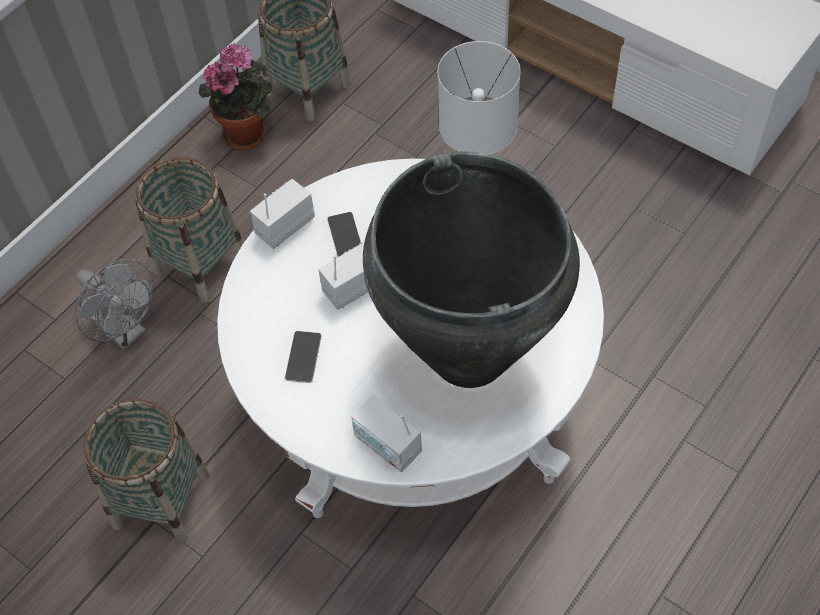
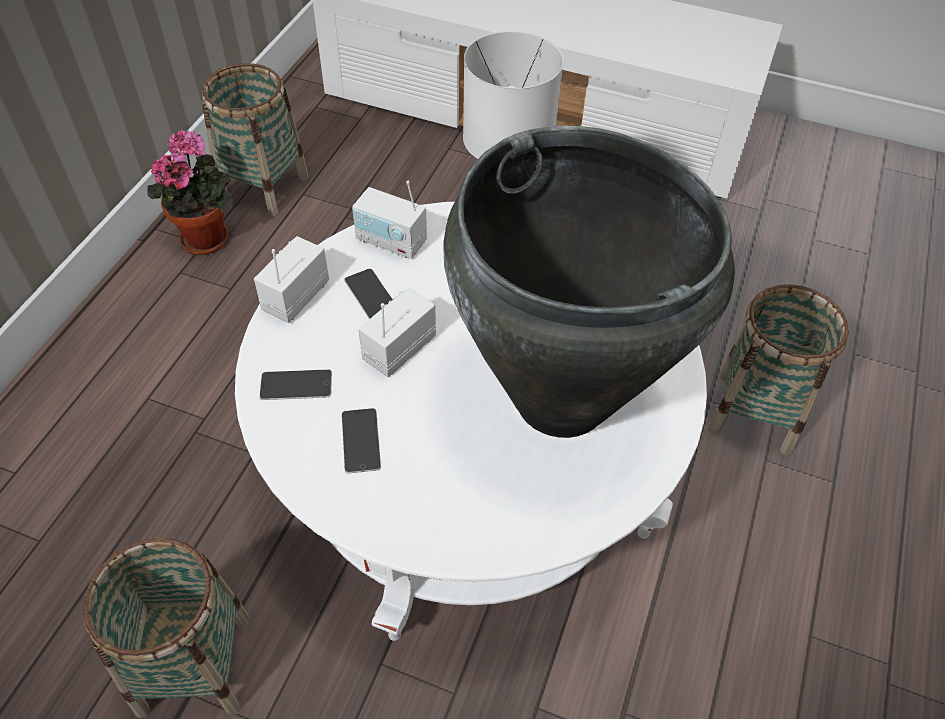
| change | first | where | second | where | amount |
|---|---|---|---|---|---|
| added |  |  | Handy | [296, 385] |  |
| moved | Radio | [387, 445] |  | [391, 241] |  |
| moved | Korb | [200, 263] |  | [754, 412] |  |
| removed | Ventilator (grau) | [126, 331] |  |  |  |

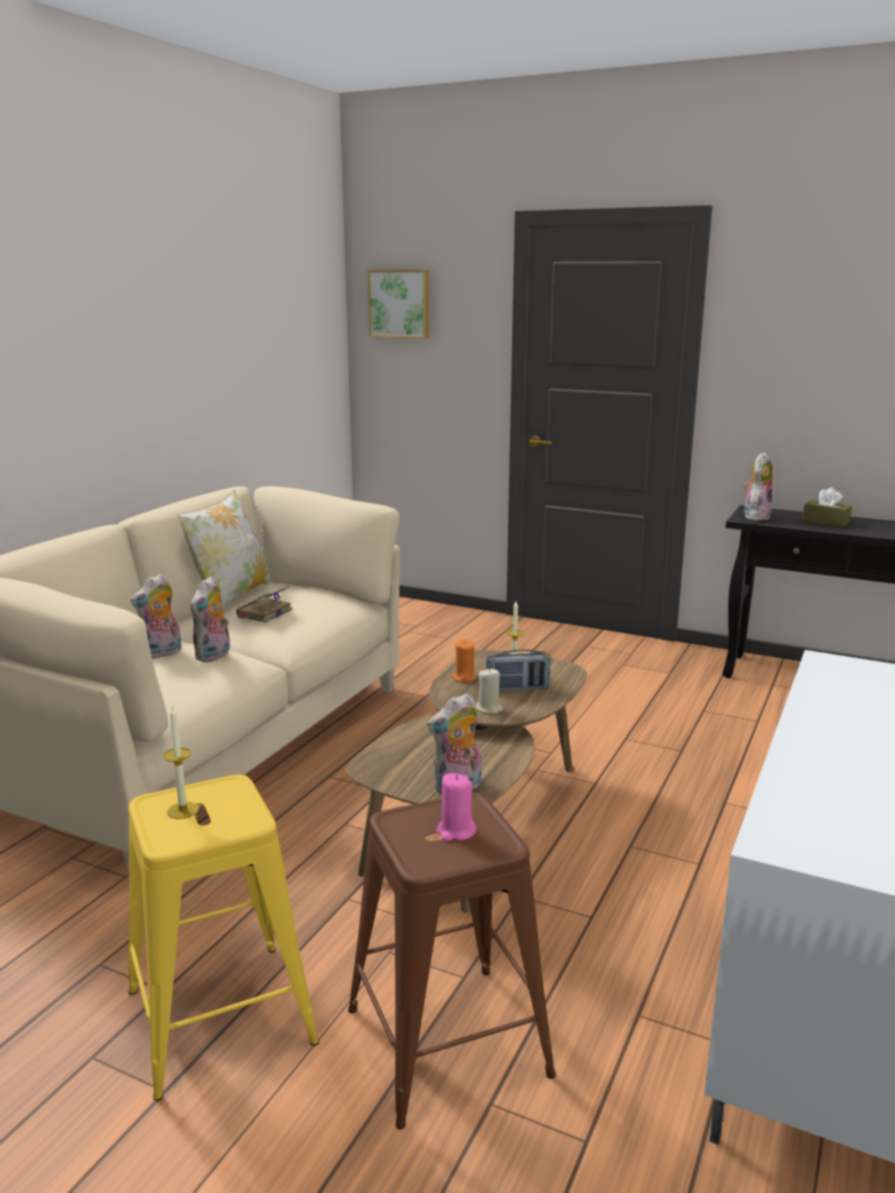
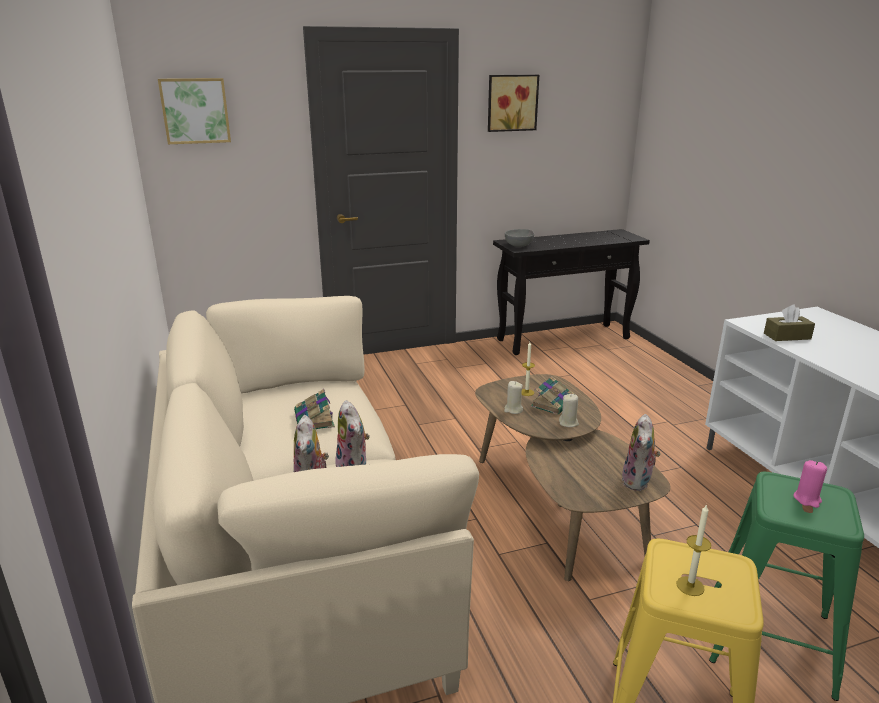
| change | first | where | second | where | amount |
|---|---|---|---|---|---|
| added |  |  | Bild | [511, 103] |  |
| recoloured | Kerze (orange) | [464, 678] | Kerze (beige) | [513, 410] |  |
| replaced | Plüschtier | [755, 516] | Schüssel (grau) | [519, 246] |  |
| replaced | Radio | [517, 689] | Buch | [553, 403] |  |
| recoloured | Hocker (braun) | [447, 1041] | Hocker (grün) | [770, 638] |  |
| moved | Taschentuchbox (braun) | [825, 522] |  | [787, 336] |  |
| removed | Kissen | [230, 597] |  |  |  |

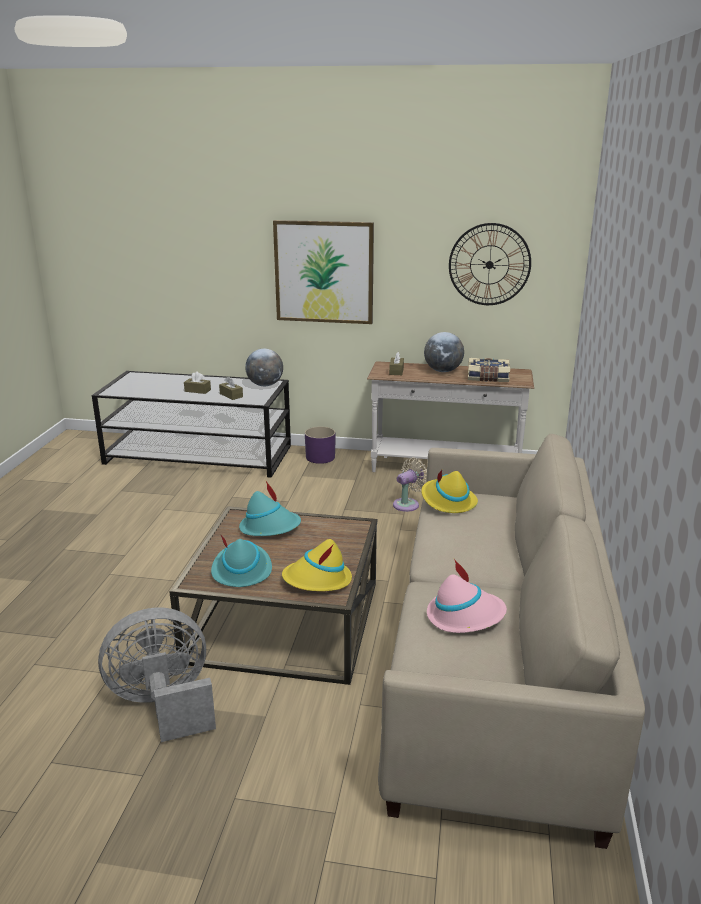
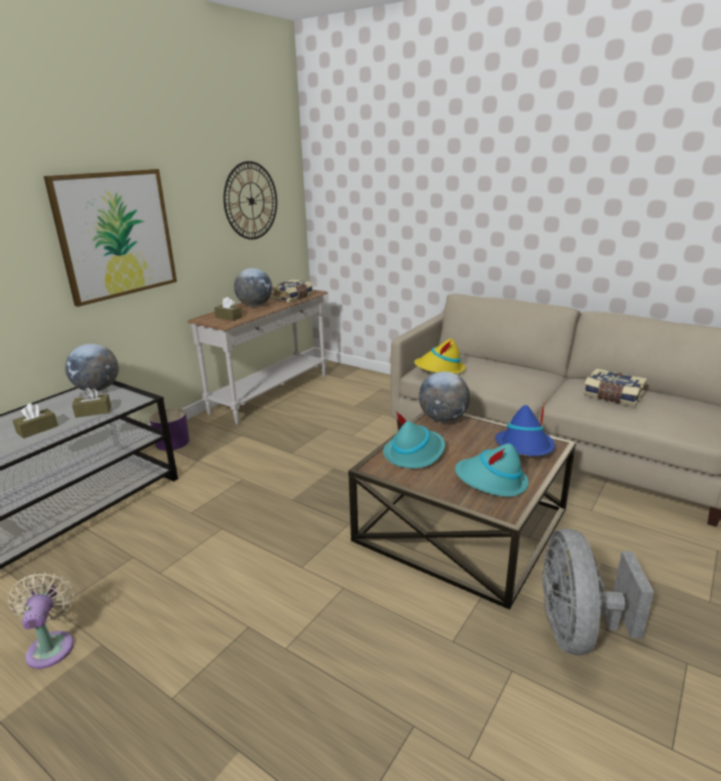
| change | first | where | second | where | amount |
|---|---|---|---|---|---|
| moved | Ventilator (beige) | [408, 504] |  | [51, 645] |  |
| added |  |  | Globus | [443, 419] |  |
| recoloured | Hut (gelb) | [317, 580] | Hut (blau) | [525, 447] |  |
| replaced | Hut (rosa) | [465, 616] | Buch | [612, 396] |  |

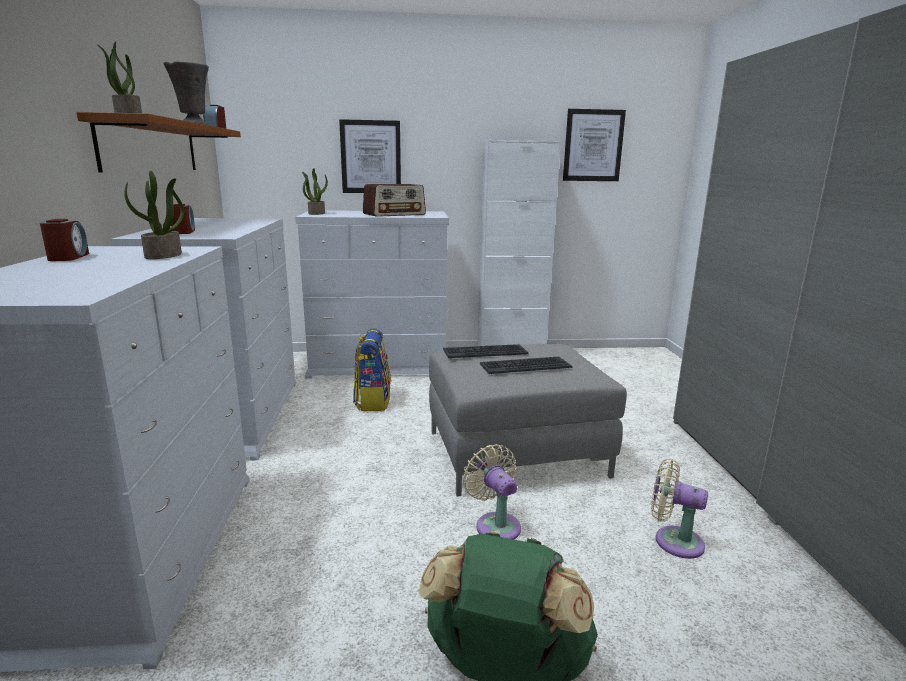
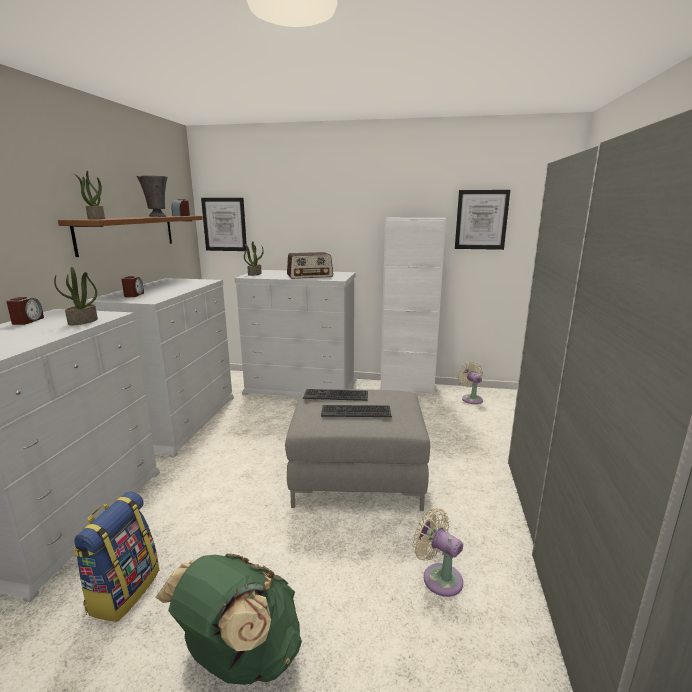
| change | first | where | second | where | amount |
|---|---|---|---|---|---|
| moved | Rucksack | [372, 401] |  | [123, 590] |  |
| moved | Bild | [371, 157] |  | [224, 224] |  |
| moved | Ventilator (beige) | [495, 524] |  | [471, 398] |  |

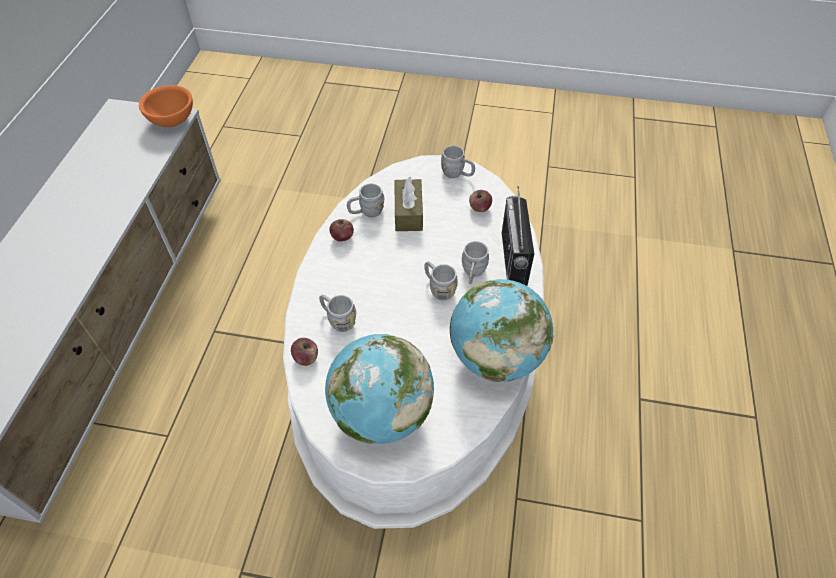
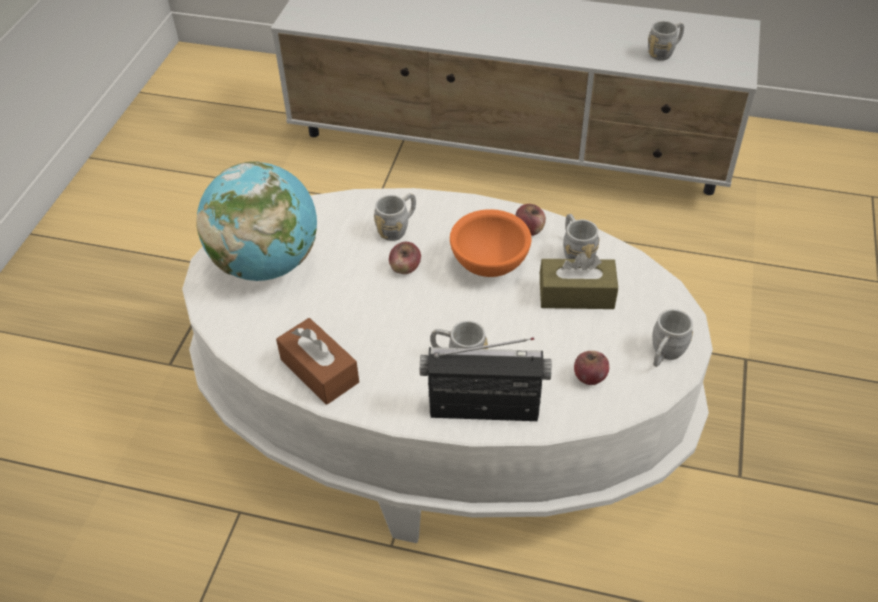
| change | first | where | second | where | amount |
|---|---|---|---|---|---|
| replaced | Globus | [496, 357] | Taschentuchbox (braun) | [319, 371] |  |
| moved | Apfel | [306, 358] |  | [405, 268] |  |
| moved | Schüssel (orange) | [171, 121] |  | [488, 263] |  |
| moved | Henkelbecher (grau) | [438, 288] |  | [664, 52] |  |

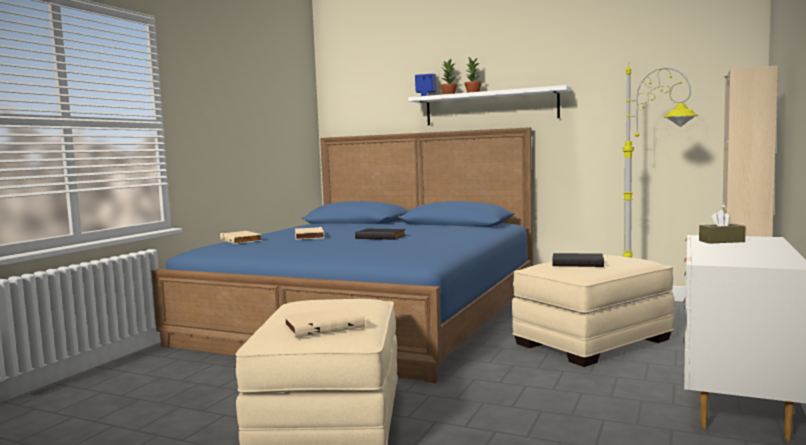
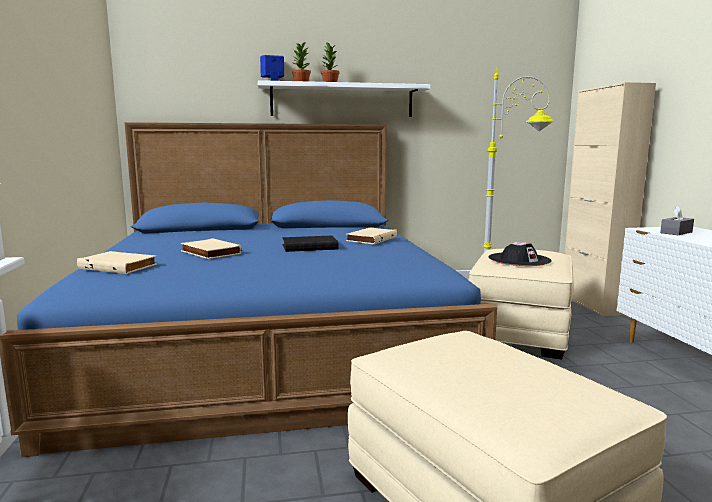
| change | first | where | second | where | amount |
|---|---|---|---|---|---|
| moved | Buch (beige) | [323, 326] |  | [371, 239] |  |
| replaced | Buch (schwarz) | [578, 263] | Hut (schwarz) | [519, 259] |  |
| recoloured | Taschentuchbox (braun) | [721, 241] | Taschentuchbox (grau) | [676, 232] |  |

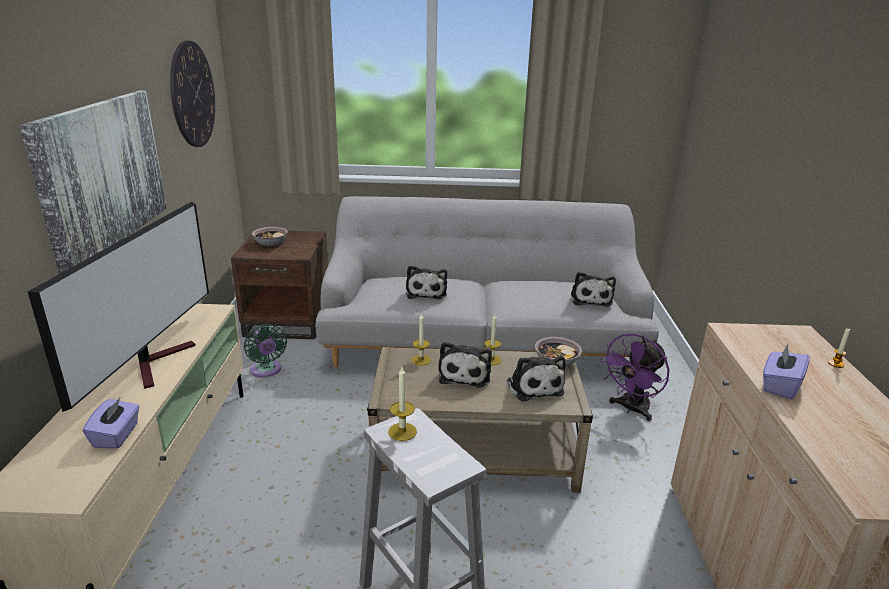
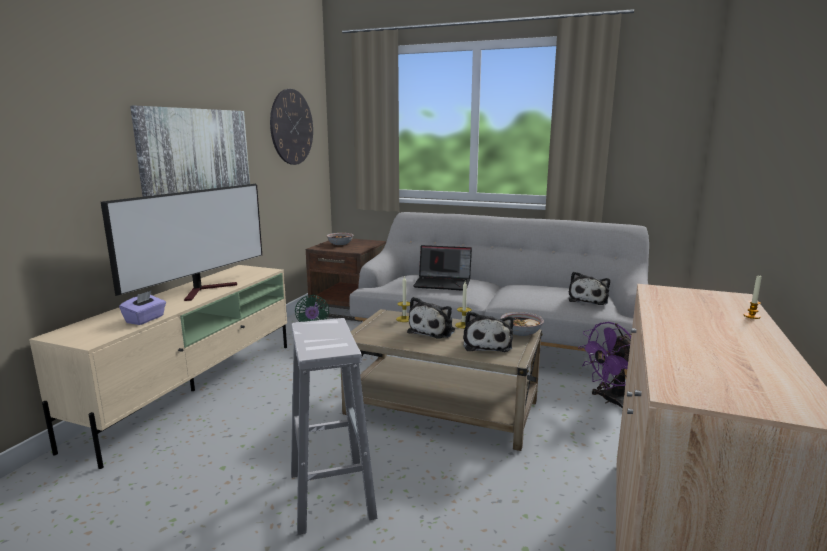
| change | first | where | second | where | amount |
|---|---|---|---|---|---|
| replaced | Plüschtier | [426, 292] | Laptop | [443, 283] |  |
| removed | Kerze | [402, 431] |  |  |  |
| removed | Taschentuchbox (lila) | [780, 386] |  |  |  |

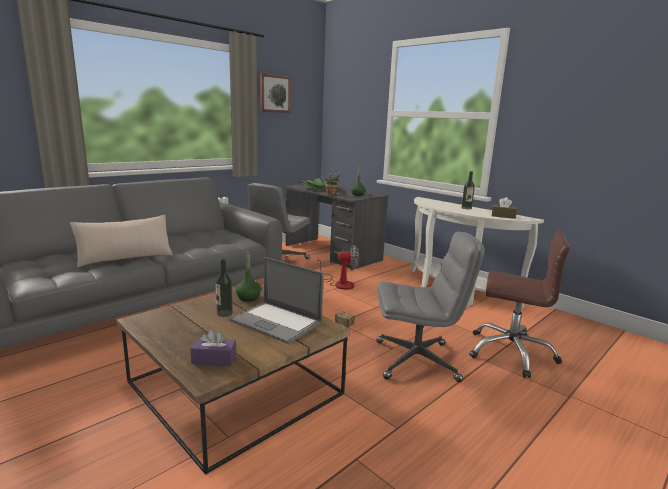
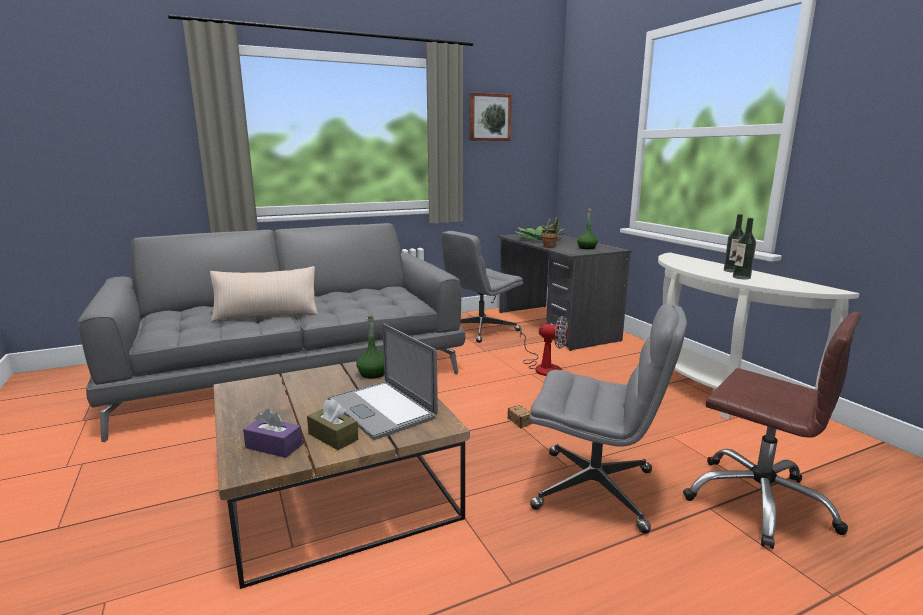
| change | first | where | second | where | amount |
|---|---|---|---|---|---|
| moved | Taschentuchbox (braun) | [503, 216] |  | [333, 437] |  |
| moved | Flasche | [224, 313] |  | [741, 277] |  |

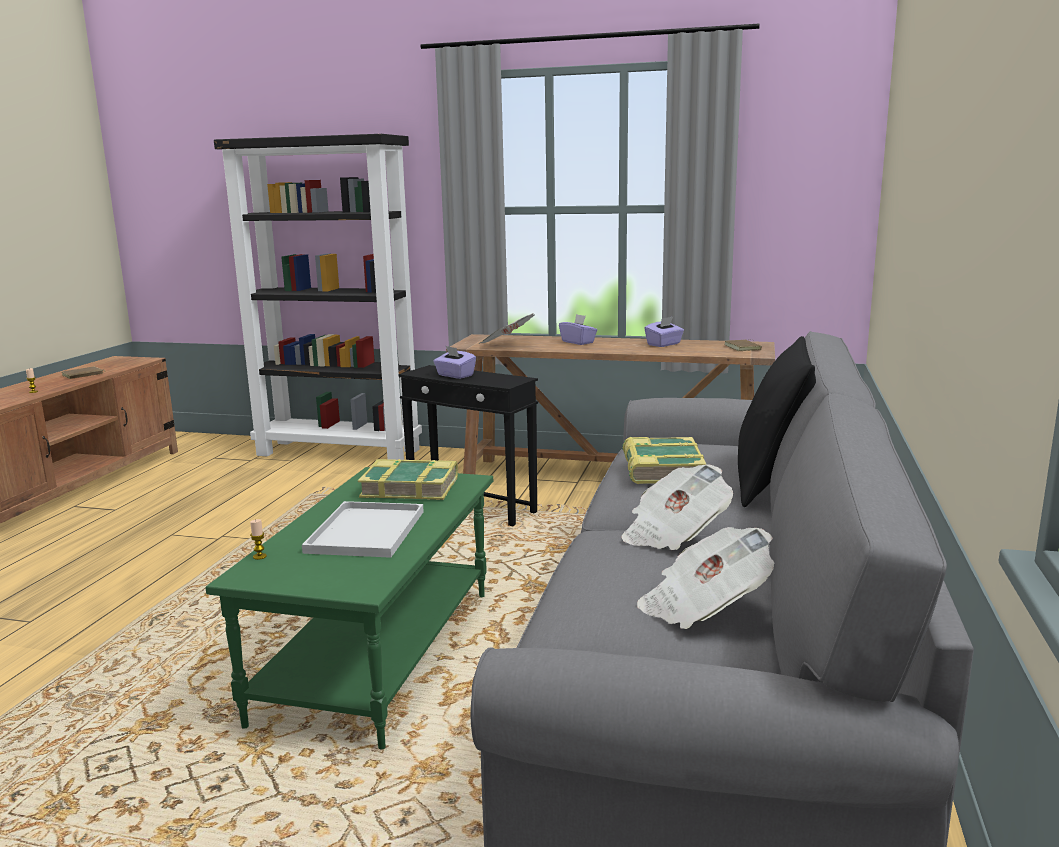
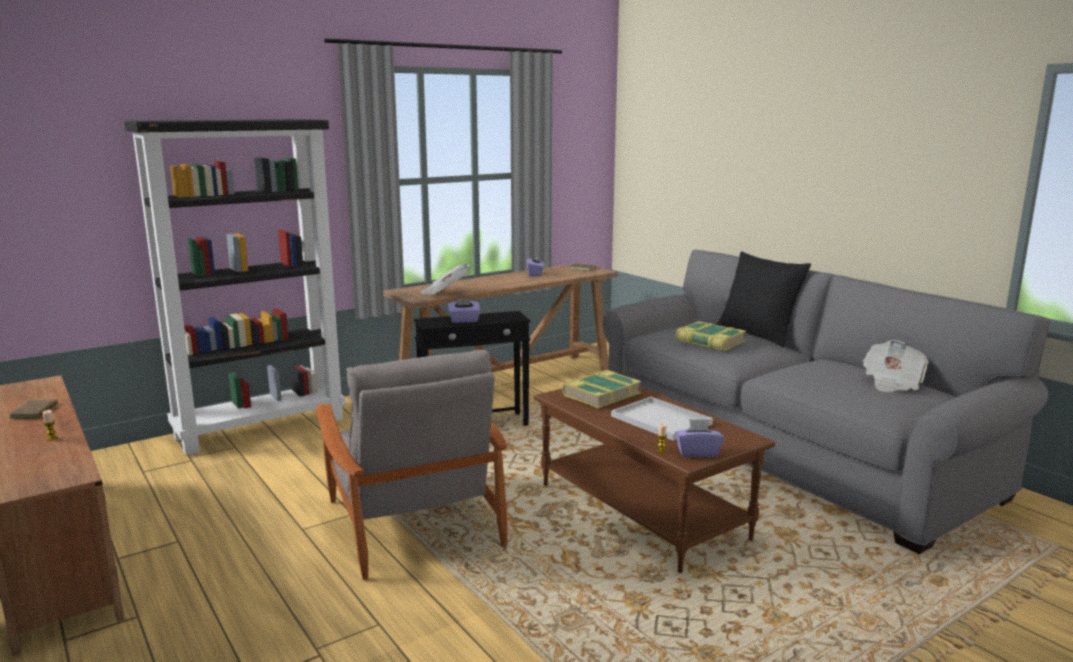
| change | first | where | second | where | amount |
|---|---|---|---|---|---|
| added |  |  | Sessel (grau) | [413, 521] |  |
| recoloured | Couchtisch (grün) | [381, 655] | Couchtisch (braun) | [643, 511] |  |
| moved | Taschentuchbox (lila) | [578, 342] |  | [697, 453] |  |
| removed | Zeitung | [673, 534] |  |  |  |

